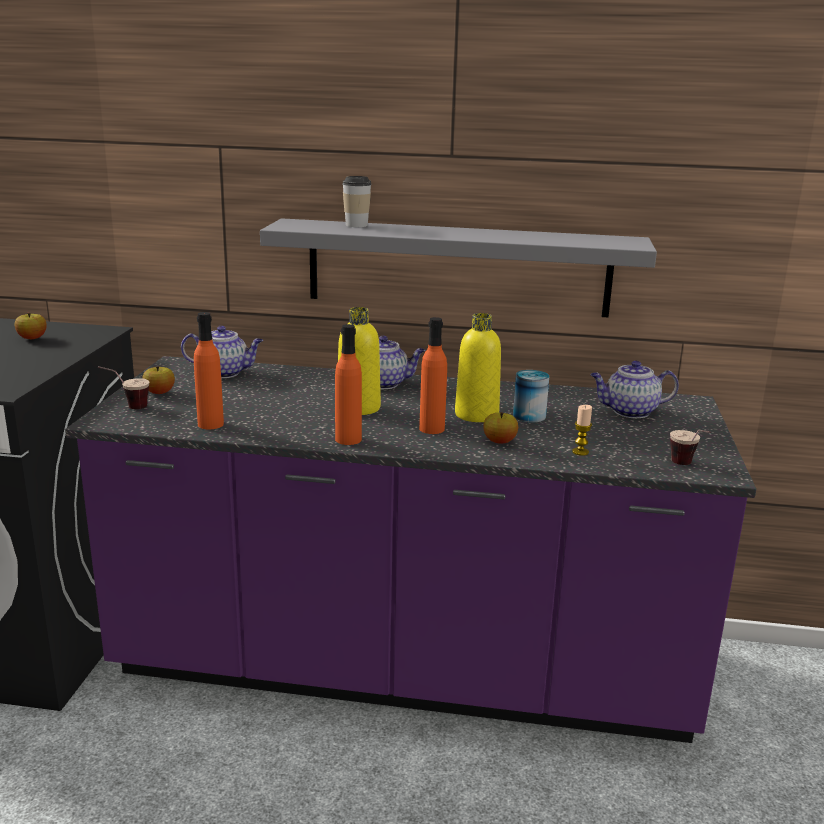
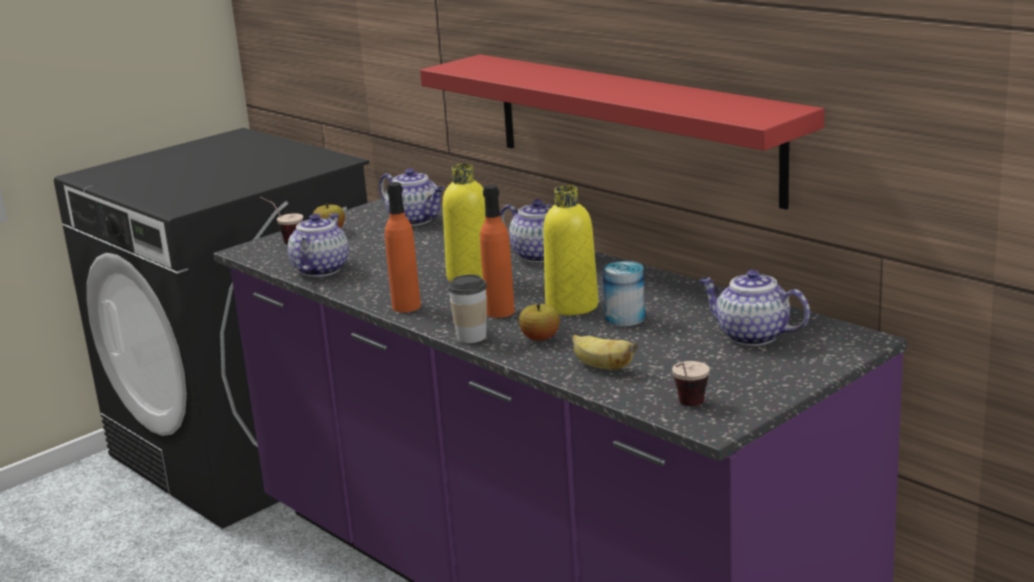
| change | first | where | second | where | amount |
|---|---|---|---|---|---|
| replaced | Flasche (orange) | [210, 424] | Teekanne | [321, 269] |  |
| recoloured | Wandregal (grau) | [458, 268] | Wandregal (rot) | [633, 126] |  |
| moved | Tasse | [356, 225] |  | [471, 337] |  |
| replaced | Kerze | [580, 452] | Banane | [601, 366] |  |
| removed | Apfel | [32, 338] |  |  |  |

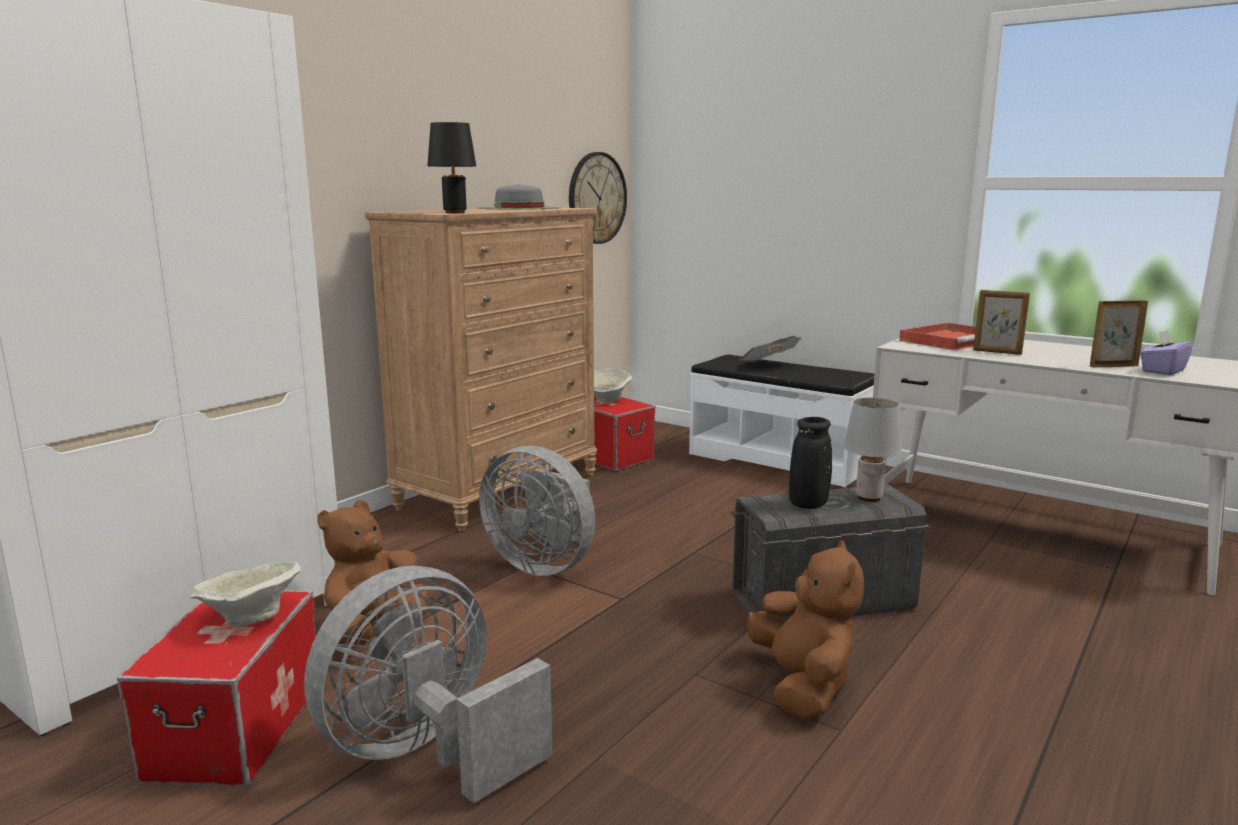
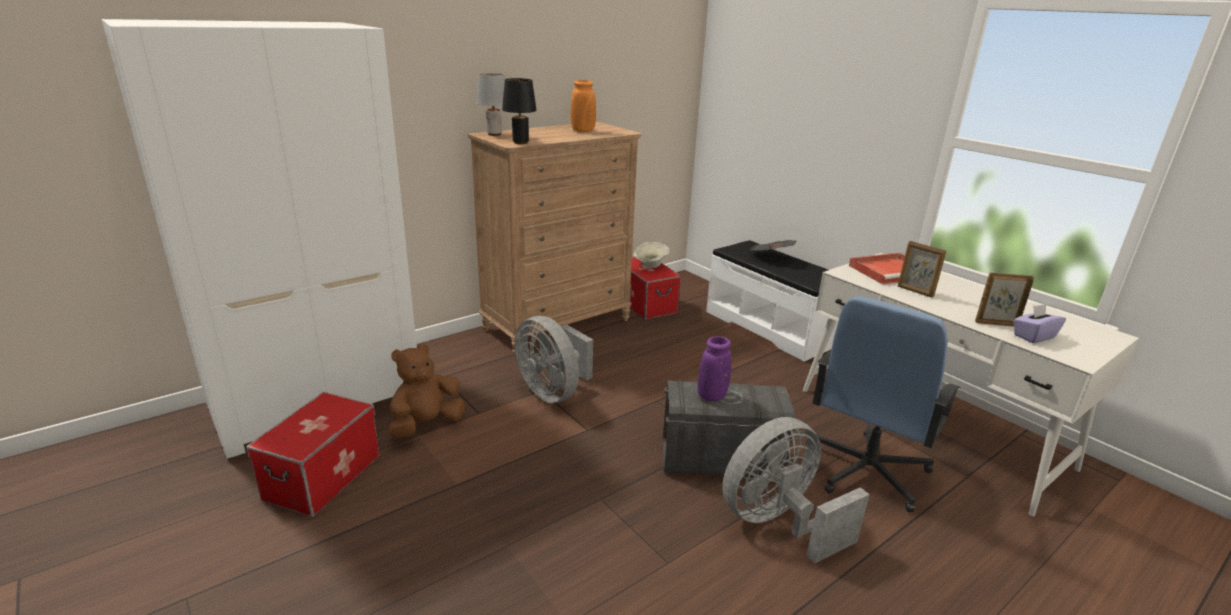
| change | first | where | second | where | amount |
|---|---|---|---|---|---|
| moved | Tischlampe (grau) | [869, 497] |  | [494, 134] |  |
| replaced | Hut (grau) | [519, 208] | Vase (orange) | [583, 131] |  |
| recoloured | Vase (schwarz) | [808, 504] | Vase (lila) | [711, 396] |  |
| moved | Ventilator (grau) | [427, 753] |  | [778, 523] |  |
| added |  |  | Bürostuhl (blau) | [865, 470] |  |
| removed | Schüssel (beige) | [251, 619] |  |  |  |
| removed | Wanduhr | [597, 198] |  |  |  |
| removed | Plüschtier (braun) | [802, 686] |  |  |  |

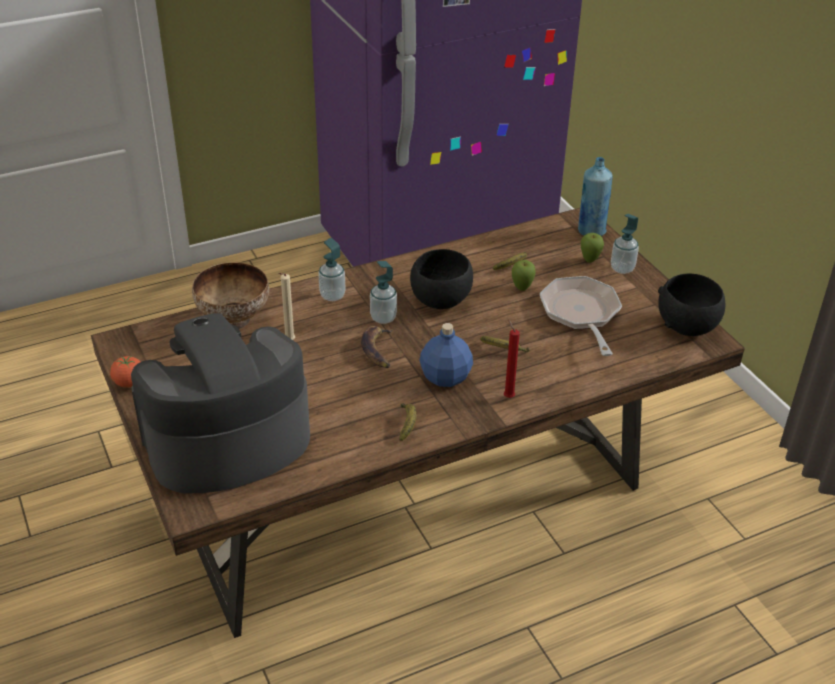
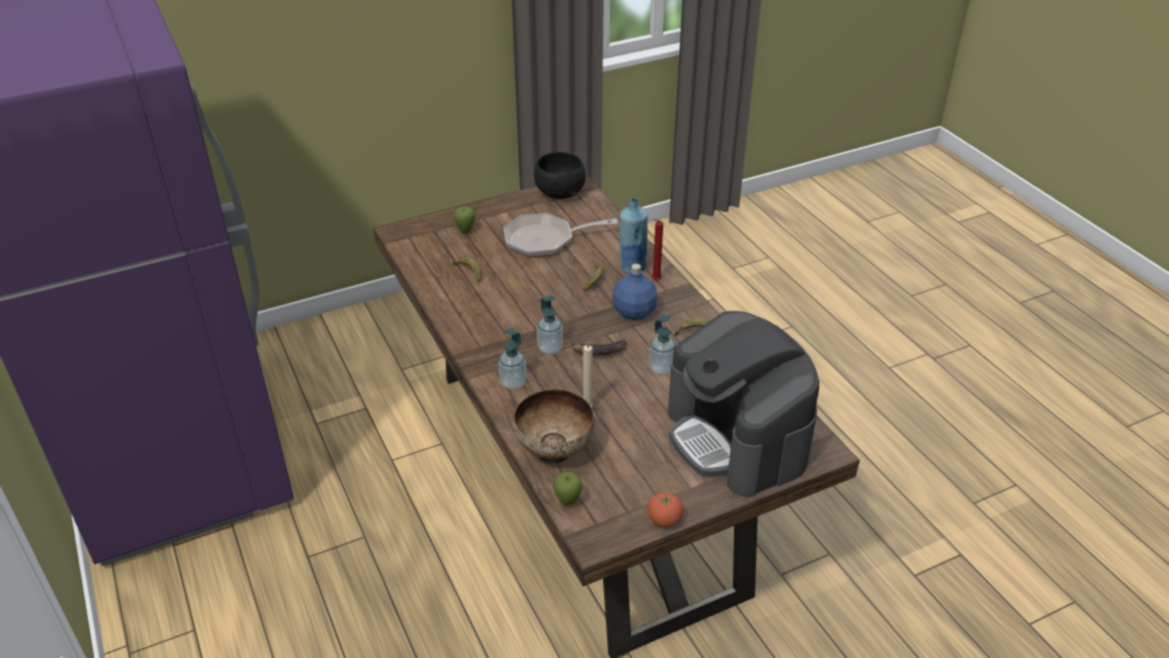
| change | first | where | second | where | amount |
|---|---|---|---|---|---|
| moved | Apfel | [522, 288] |  | [568, 502] |  |
| moved | Flasche (blau) | [591, 231] |  | [632, 267] |  |
| moved | Seifenspender | [622, 268] |  | [661, 368] |  |
| removed | Schüssel (schwarz) | [441, 301] |  |  |  |

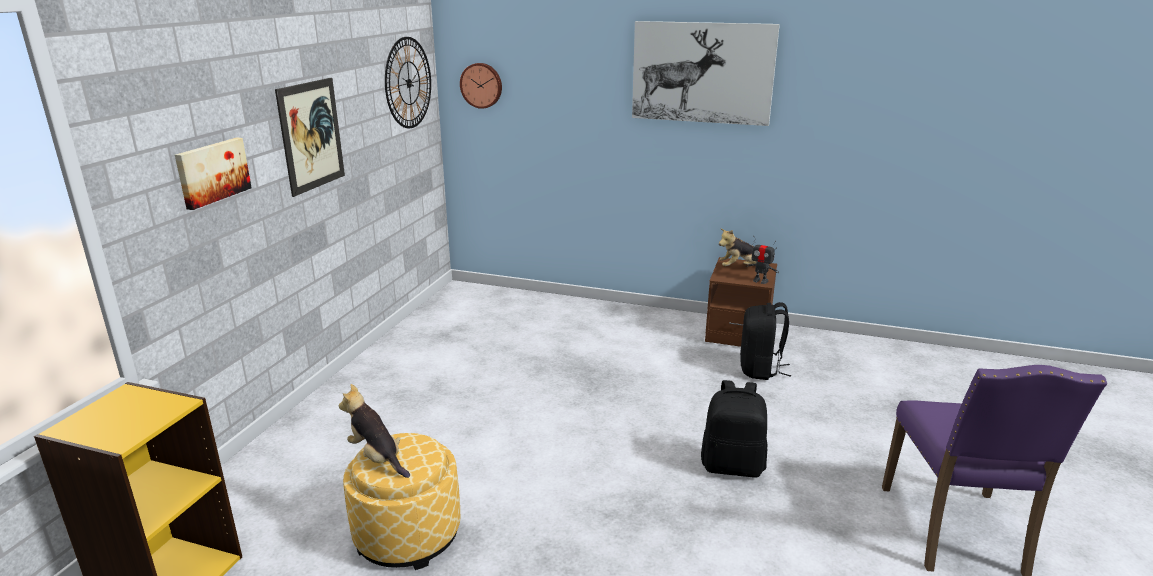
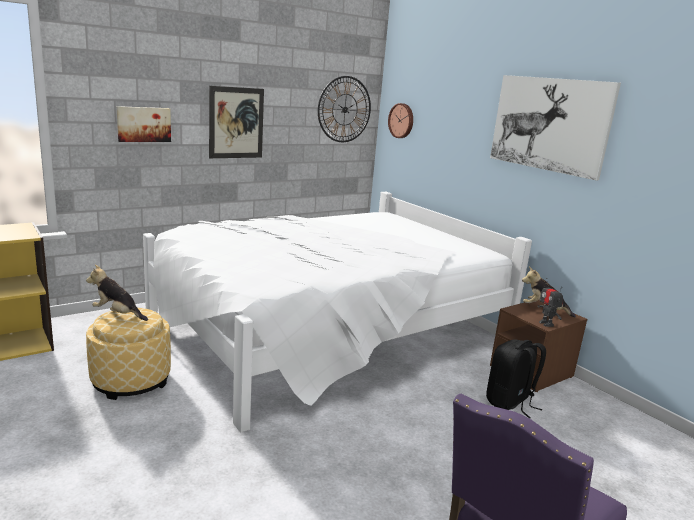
| change | first | where | second | where | amount |
|---|---|---|---|---|---|
| turned | Plüschtier | [377, 457] |  | [117, 314] | 60 degrees counterclockwise |
| added |  |  | Bett (weiß) | [328, 331] |  |
| removed | Rucksack (schwarz) | [733, 466] |  |  |  |

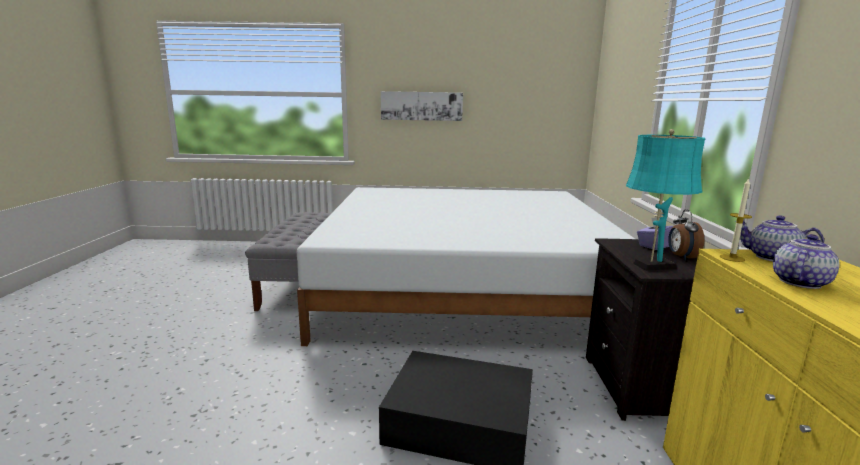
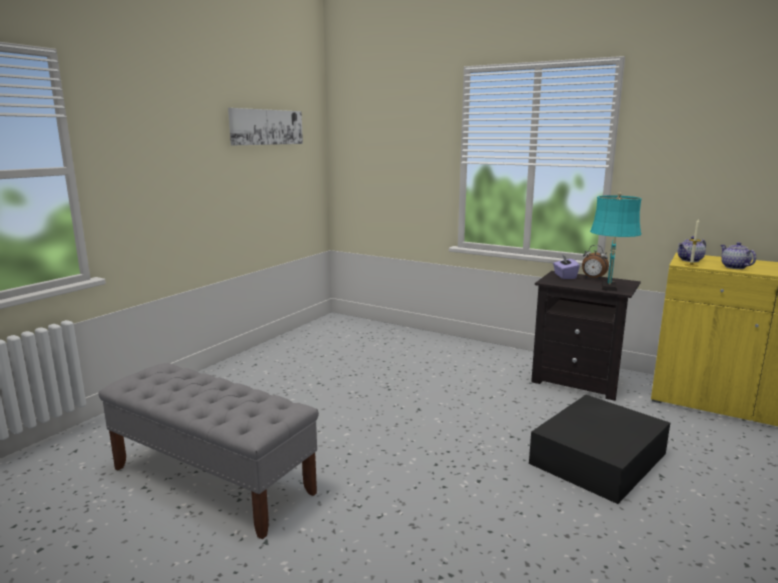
| change | first | where | second | where | amount |
|---|---|---|---|---|---|
| moved | Bild | [421, 106] |  | [266, 127] |  |
| removed | Bett (weiß) | [464, 287] |  |  |  |

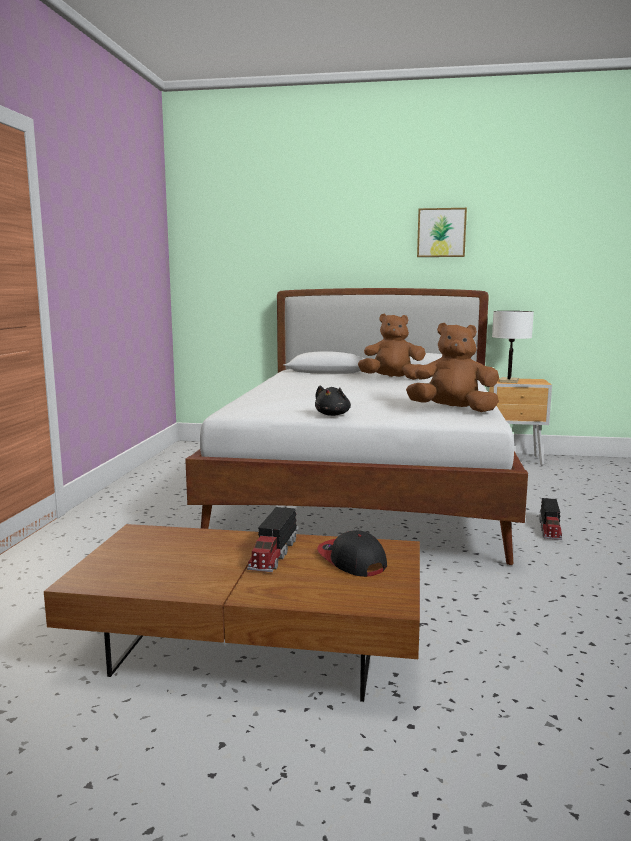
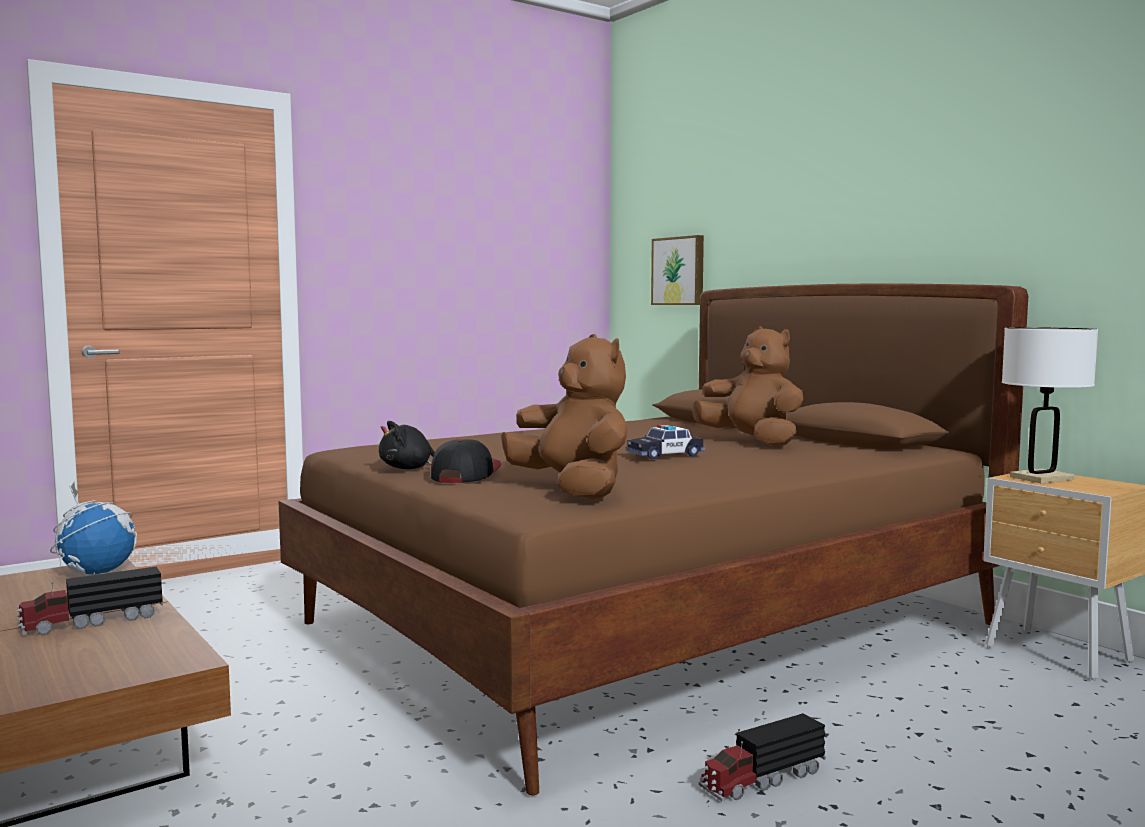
| change | first | where | second | where | amount |
|---|---|---|---|---|---|
| added |  |  | Globus | [97, 572] |  |
| recoloured | Bett (weiß) | [368, 491] | Bett (braun) | [649, 626] |  |
| moved | Kappe | [351, 560] |  | [465, 474] |  |
| added |  |  | Spielzeugauto | [665, 455] |  |
| moved | Bild | [441, 233] |  | [679, 271] |  |

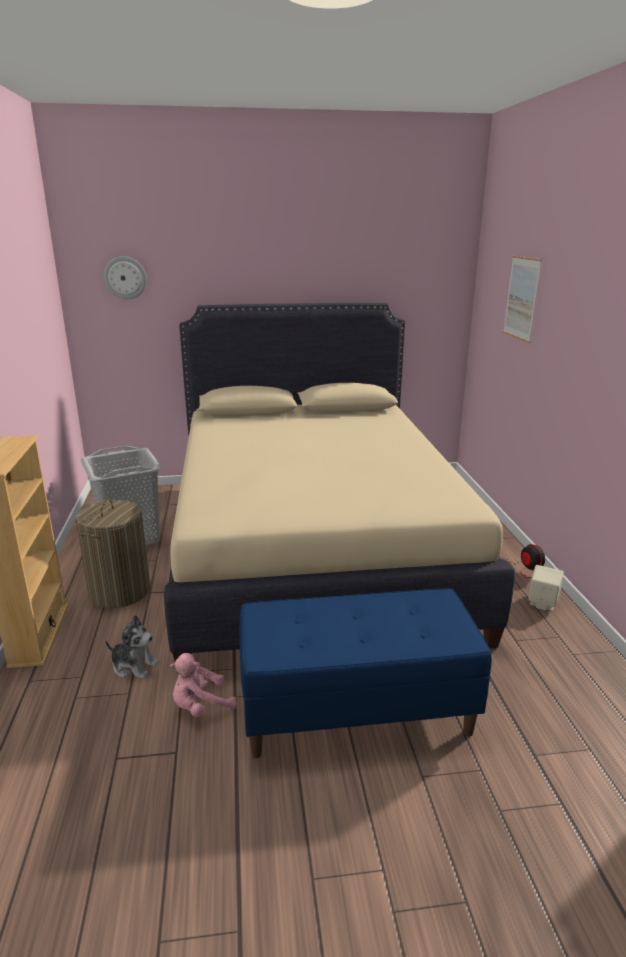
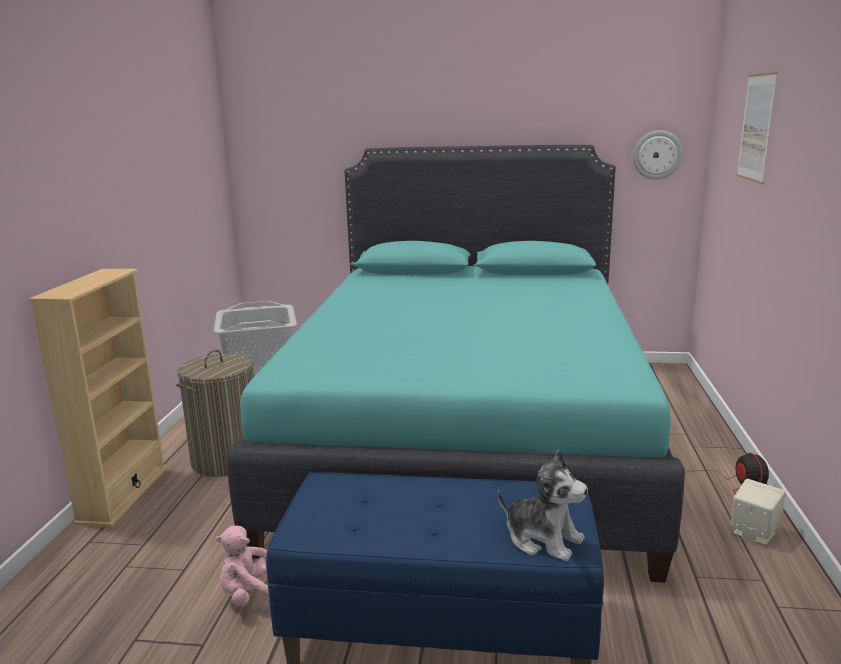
| change | first | where | second | where | amount |
|---|---|---|---|---|---|
| recoloured | Bett (beige) | [312, 548] | Bett (türkis) | [465, 436] |  |
| moved | Plüschtier | [134, 666] |  | [543, 539] |  |
| moved | Wanduhr | [125, 277] |  | [657, 155] |  |

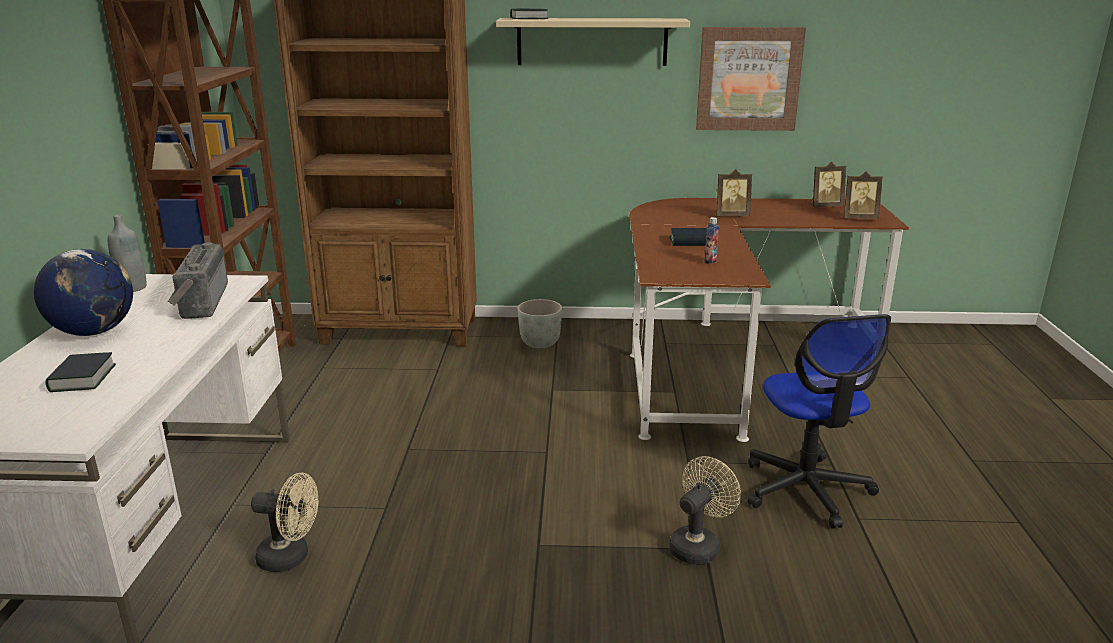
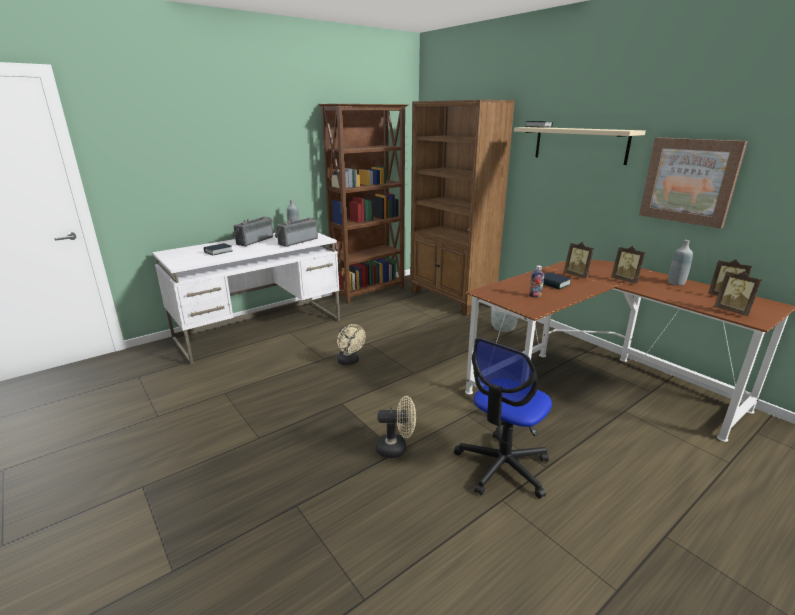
| change | first | where | second | where | amount |
|---|---|---|---|---|---|
| replaced | Globus | [94, 332] | Radio | [253, 241] |  |
| moved | Ventilator (beige) | [291, 557] |  | [349, 361] |  |
| added |  |  | Bilderrahmen | [577, 276] |  |
| added |  |  | Flasche (grau) | [676, 283] |  |

